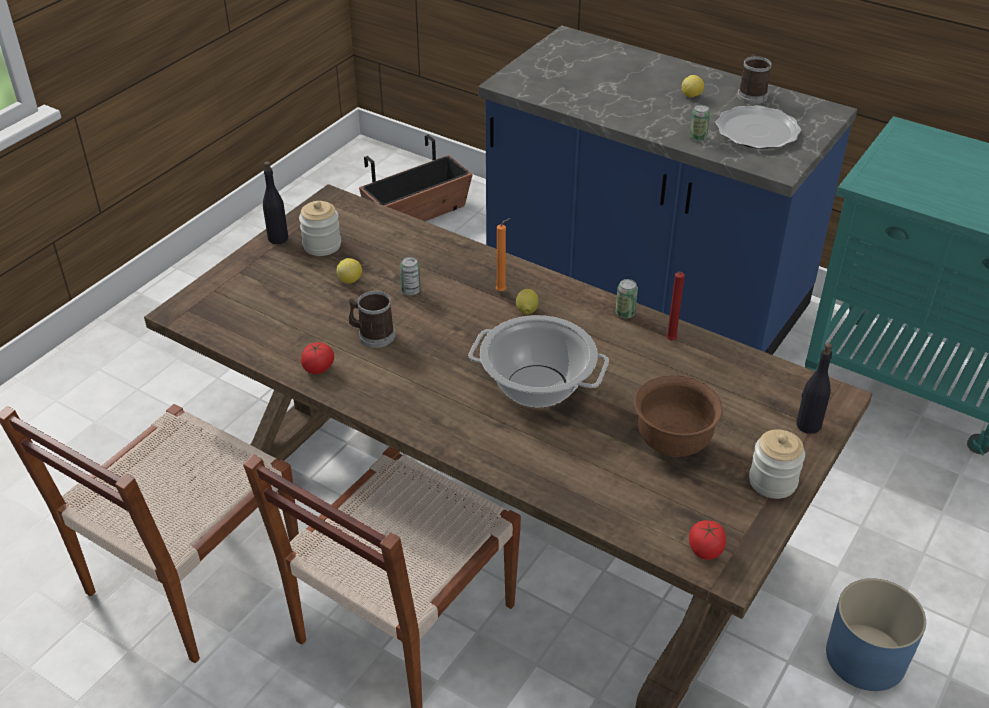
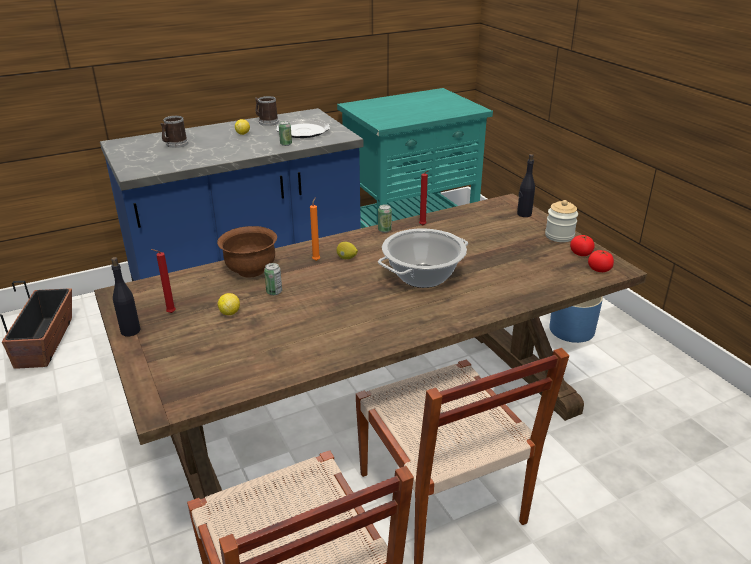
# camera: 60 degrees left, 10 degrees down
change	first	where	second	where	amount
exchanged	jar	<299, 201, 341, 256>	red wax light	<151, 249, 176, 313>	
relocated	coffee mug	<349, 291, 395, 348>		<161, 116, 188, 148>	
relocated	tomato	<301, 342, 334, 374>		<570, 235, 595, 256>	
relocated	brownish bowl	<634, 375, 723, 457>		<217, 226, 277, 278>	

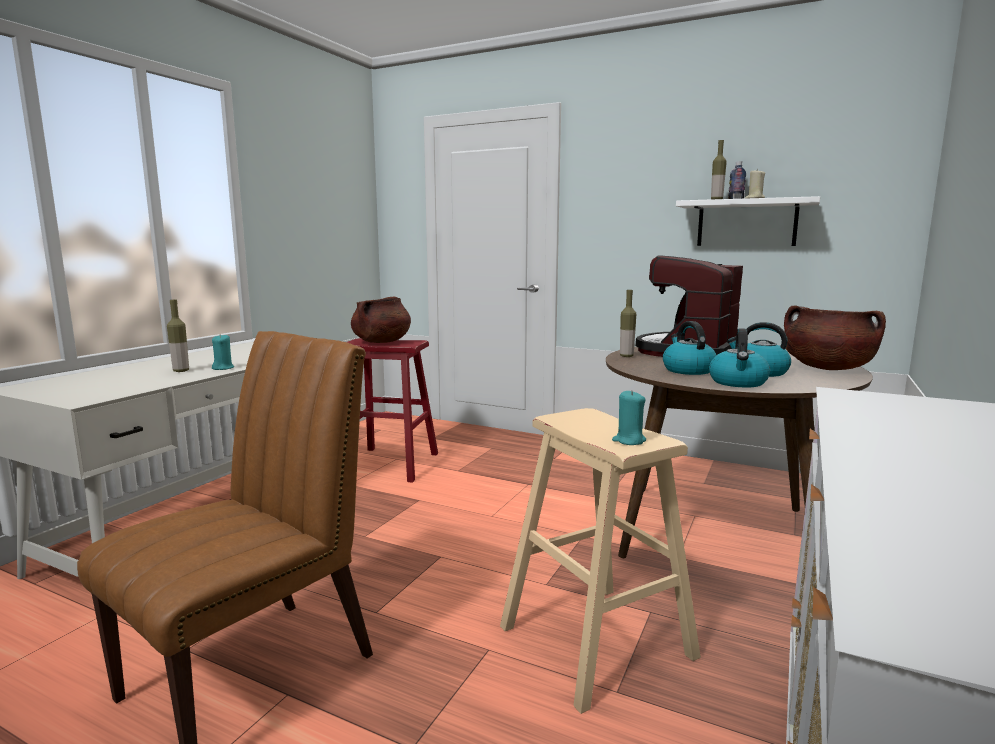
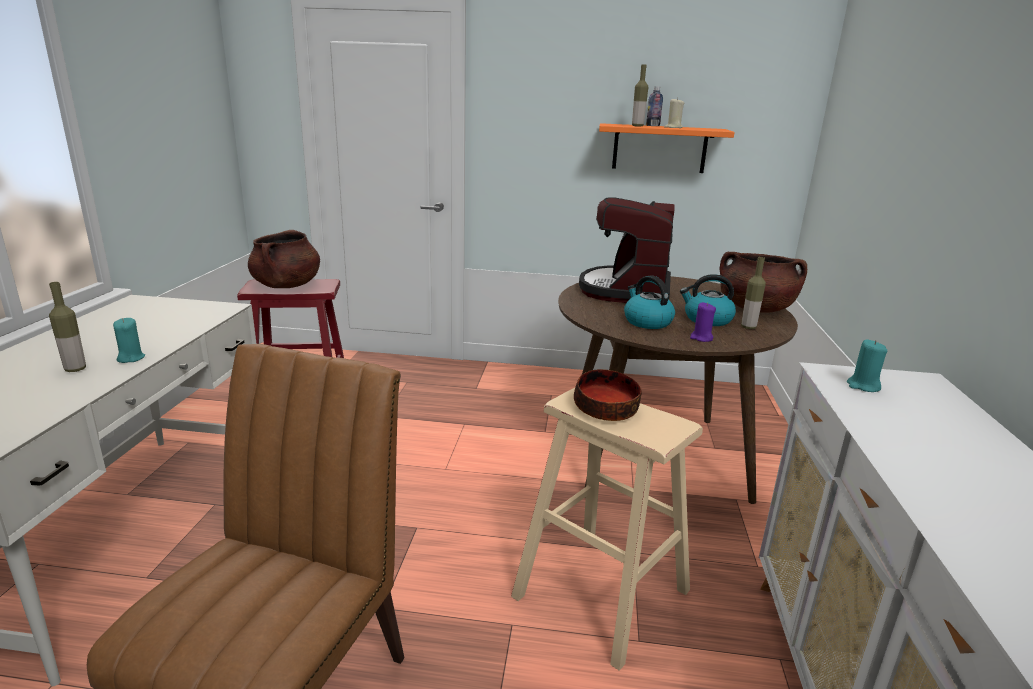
# camera: 20 degrees left, 10 degrees up
change	first	where	second	where	amount
colour	white wall shelf	<676, 196, 820, 246>	orange wall shelf	<599, 123, 735, 173>	
relocated	bottle	<620, 290, 636, 357>		<741, 257, 766, 329>	
exchanged	tea kettle	<709, 328, 770, 388>	purple wax light	<690, 302, 716, 342>	
relocated	turquoise-coloured wax light	<612, 390, 646, 445>		<847, 339, 887, 392>	
appeared			bowl	<574, 369, 642, 421>	

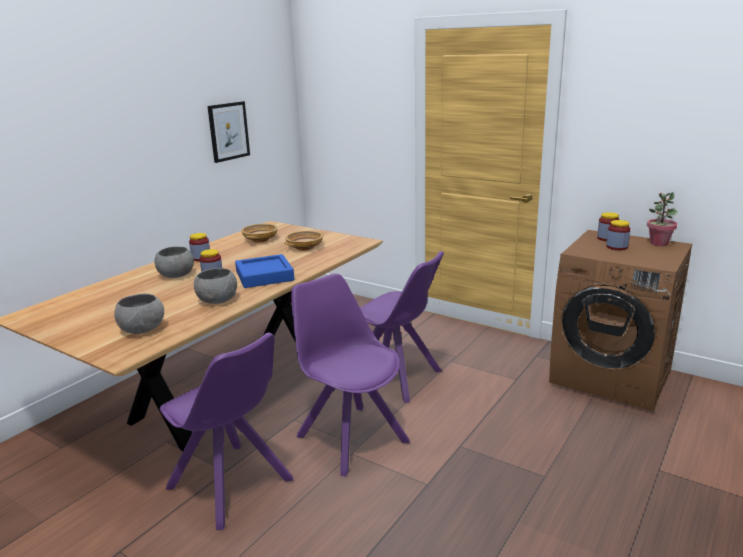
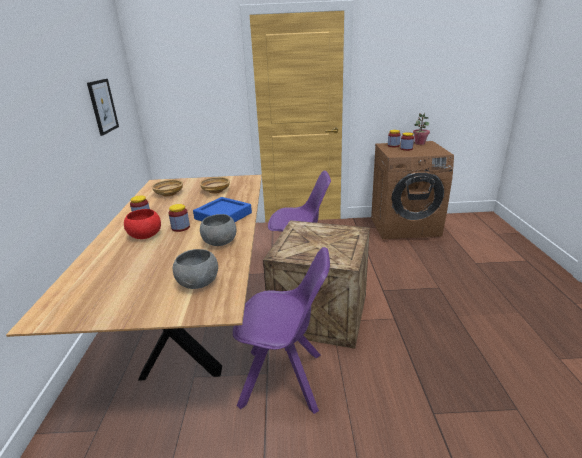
# camera: 35 degrees left, 5 degrees up
change	first	where	second	where	amount
colour	gray bowl	<155, 246, 194, 278>	red bowl	<124, 209, 161, 239>	
exchanged	purple plain chair	<291, 274, 410, 477>	shipping crate	<263, 220, 370, 349>	

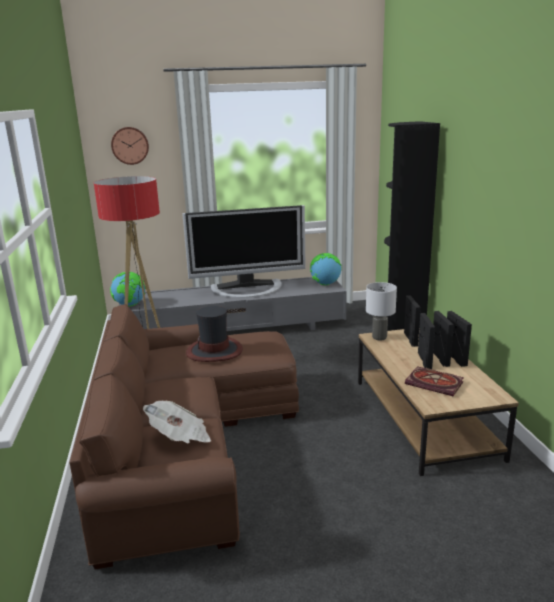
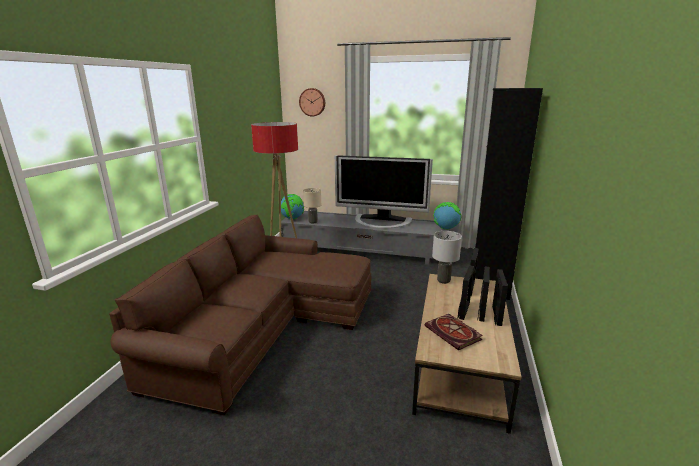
# camera: 25 degrees right, 0 degrees up
change	first	where	second	where	amount
missing	hat	<186, 306, 243, 362>			
missing	printed paper	<143, 401, 211, 443>			
appeared			sand-coloured table lamp	<303, 188, 321, 224>	

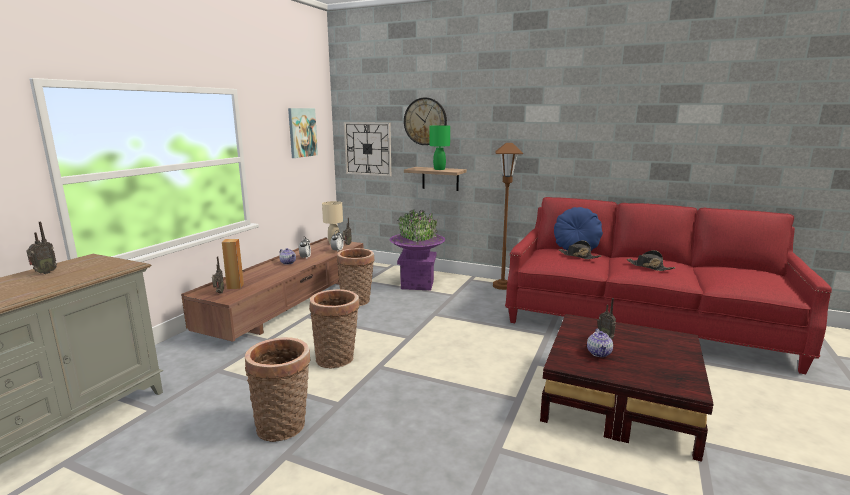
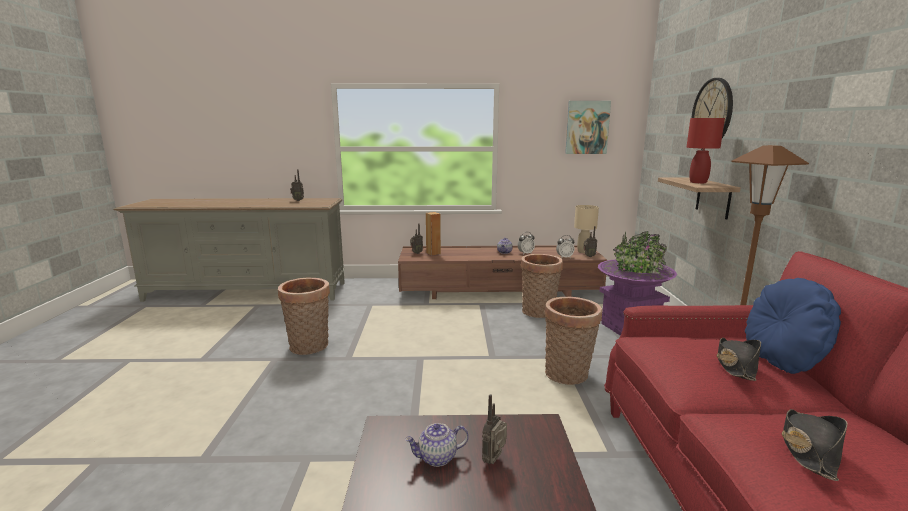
# camera: 65 degrees right, 0 degrees up
change	first	where	second	where	amount
missing	clock on the wall	<344, 122, 391, 176>			
colour	greenish table lamp	<429, 125, 450, 170>	red table lamp	<687, 118, 725, 184>	
relocated	storage basket	<309, 289, 359, 368>		<544, 297, 602, 385>	

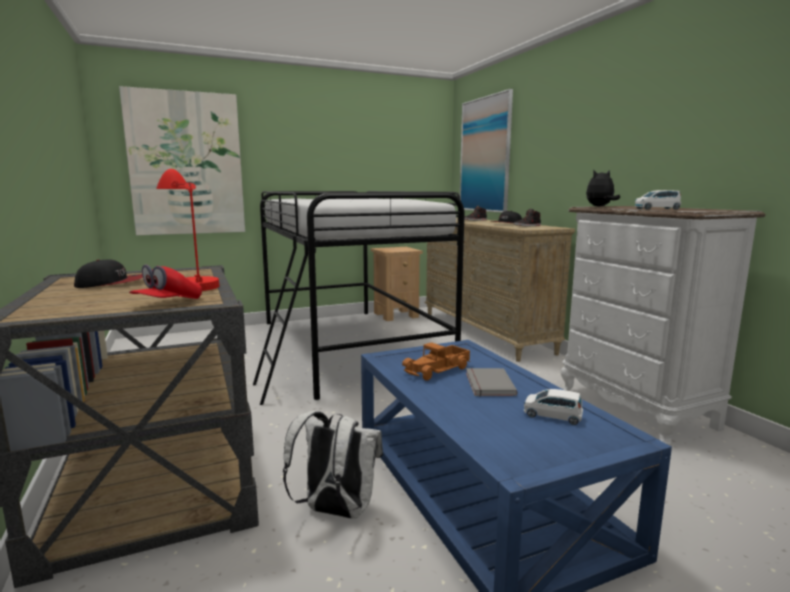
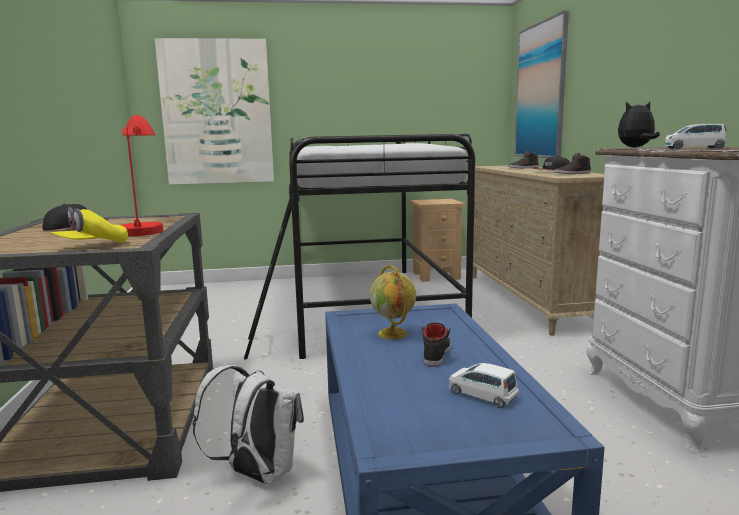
# camera: 15 degrees right, 0 degrees up
change	first	where	second	where	amount
colour	red peaked cap	<129, 264, 202, 299>	yellow-coloured peaked cap	<51, 207, 128, 243>	
exchanged	model truck	<402, 342, 470, 381>	globe	<370, 265, 416, 339>	
exchanged	gray book	<466, 368, 517, 396>	blackish item of footwear	<421, 323, 451, 366>	

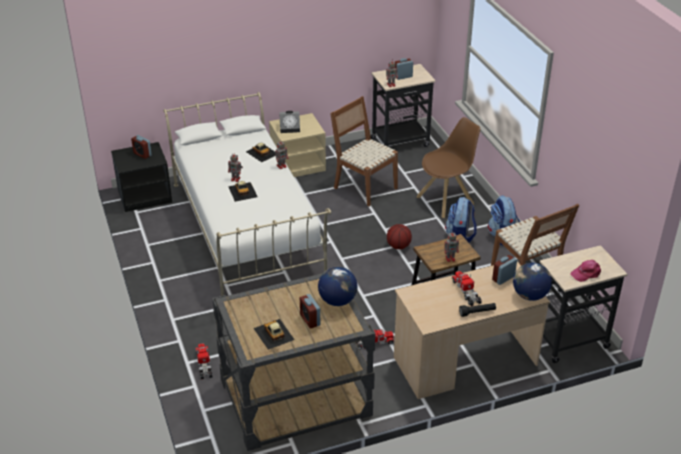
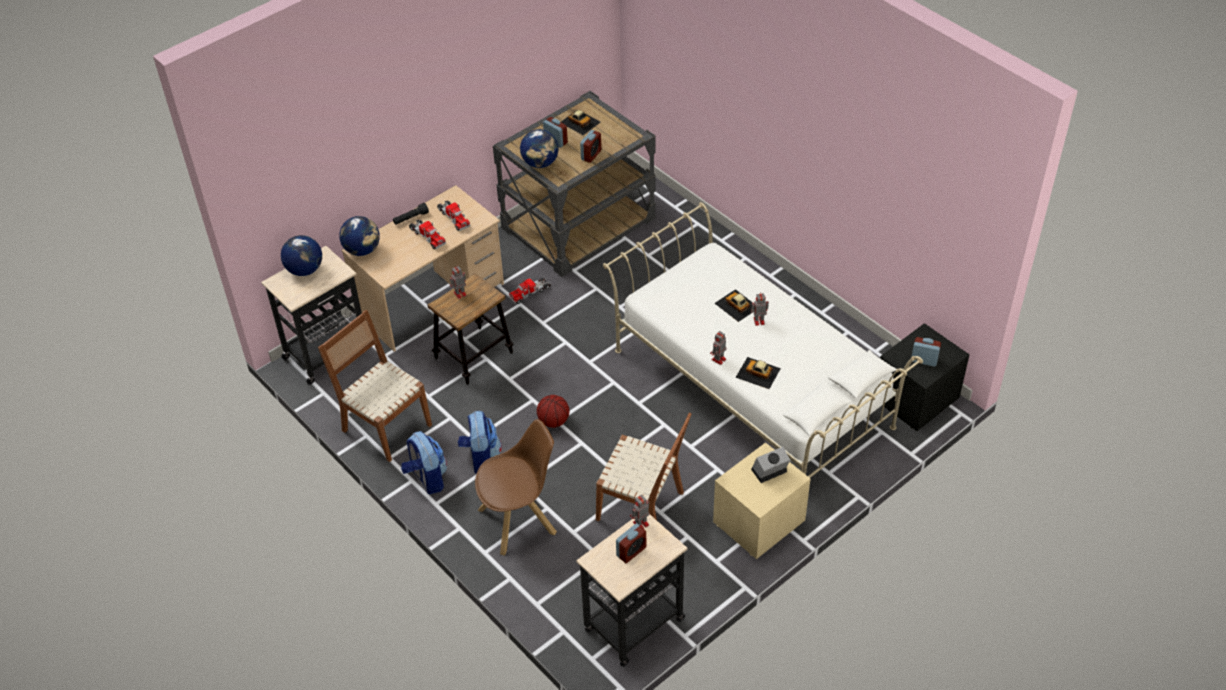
# camera: 160 degrees right, 10 degrees up
change	first	where	second	where	amount
spun	brownish plain chair	<416, 117, 480, 218>		<475, 419, 557, 556>	150 degrees counterclockwise
relocated	bedside clock	<492, 255, 517, 285>		<580, 130, 601, 163>	
exchanged	pink peaked cap	<570, 260, 601, 282>	globe	<281, 235, 322, 276>	
relocated	model truck	<196, 344, 213, 379>		<437, 201, 470, 231>	

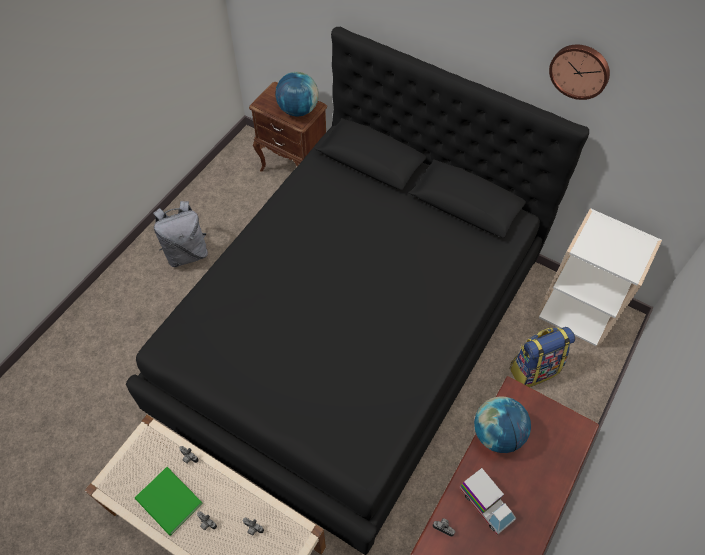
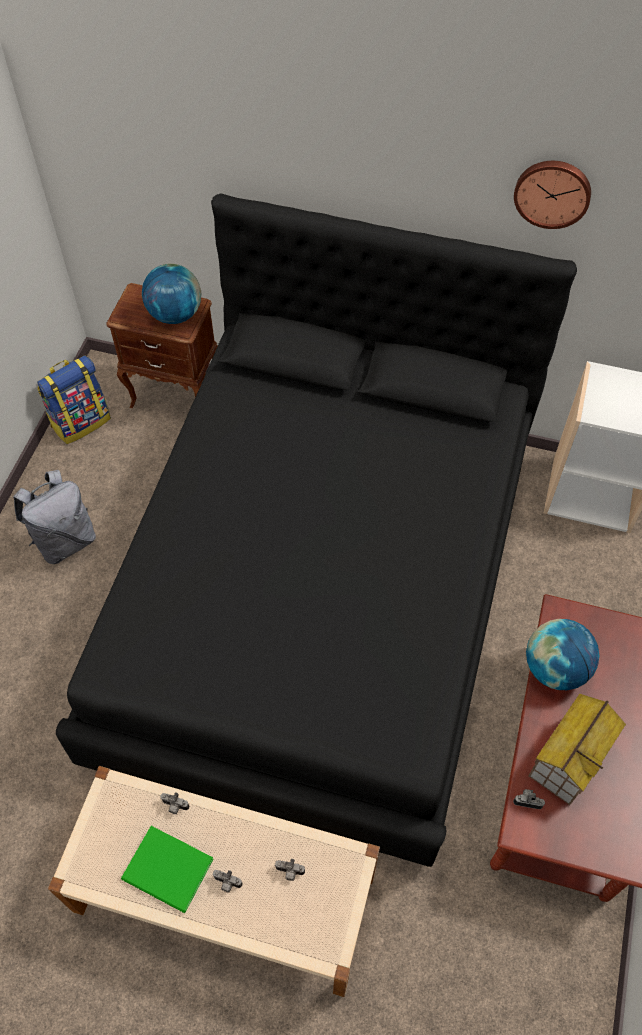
# camera: 15 degrees left, 0 degrees up
change	first	where	second	where	amount
relocated	knapsack	<510, 327, 575, 387>		<37, 355, 111, 444>	
exchanged	model truck	<459, 468, 516, 535>	model house	<529, 694, 626, 805>	

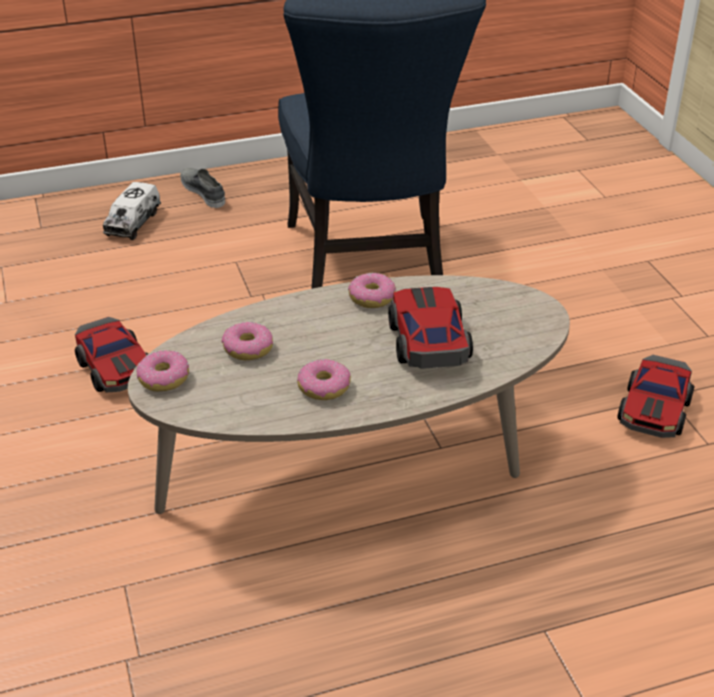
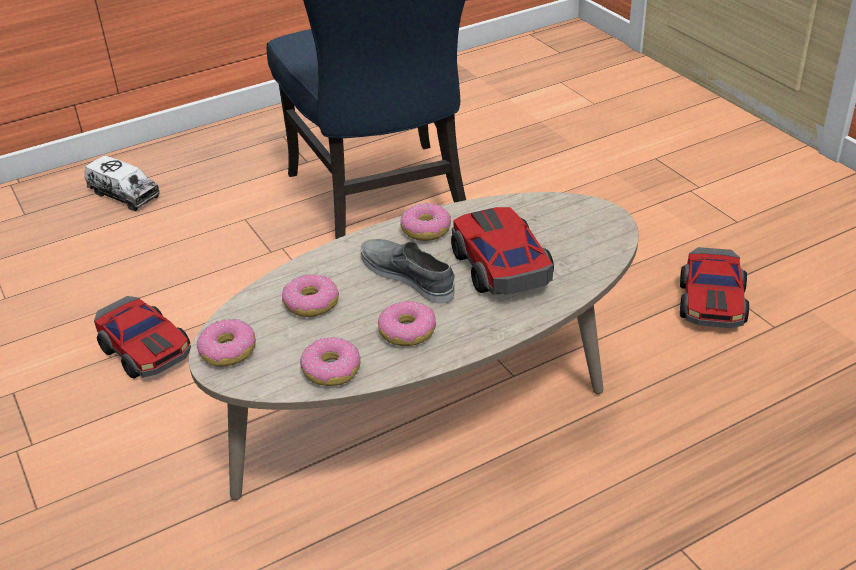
# camera: 10 degrees left, 0 degrees up
change	first	where	second	where	amount
relocated	gray item of footwear	<180, 168, 225, 208>		<361, 239, 455, 303>	
spun	model truck	<103, 182, 161, 240>		<85, 155, 160, 211>	60 degrees counterclockwise
appeared			donut	<300, 337, 361, 386>	

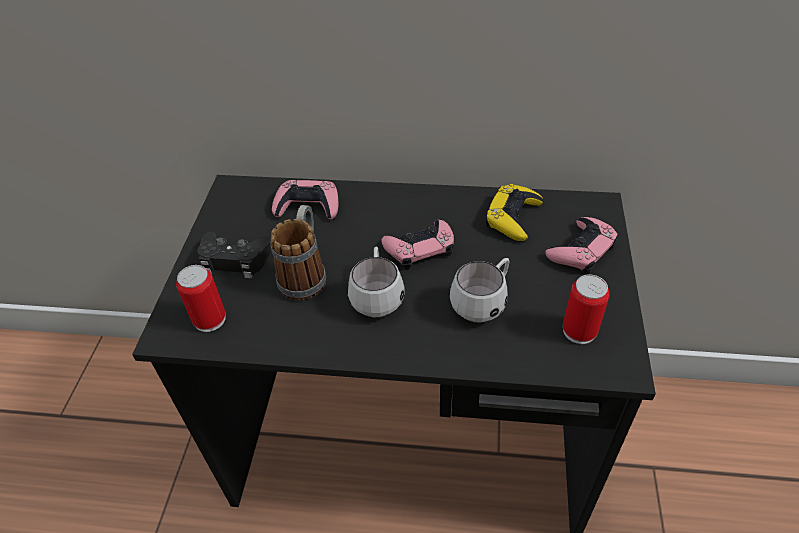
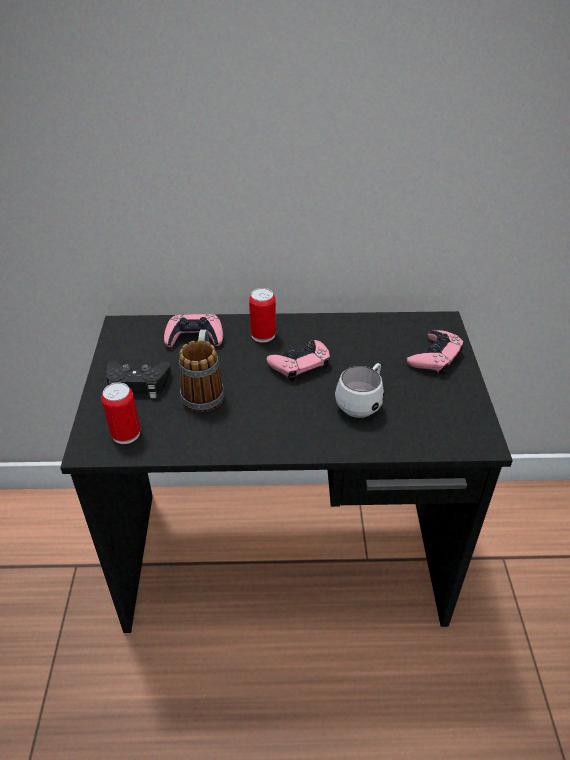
# camera: 10 degrees left, 5 degrees down
change	first	where	second	where	amount
missing	yellow-coloured joypad	<486, 184, 544, 241>			
missing	white coffee mug	<348, 247, 405, 317>			
relocated	metal can	<563, 274, 610, 344>		<249, 288, 276, 343>	

